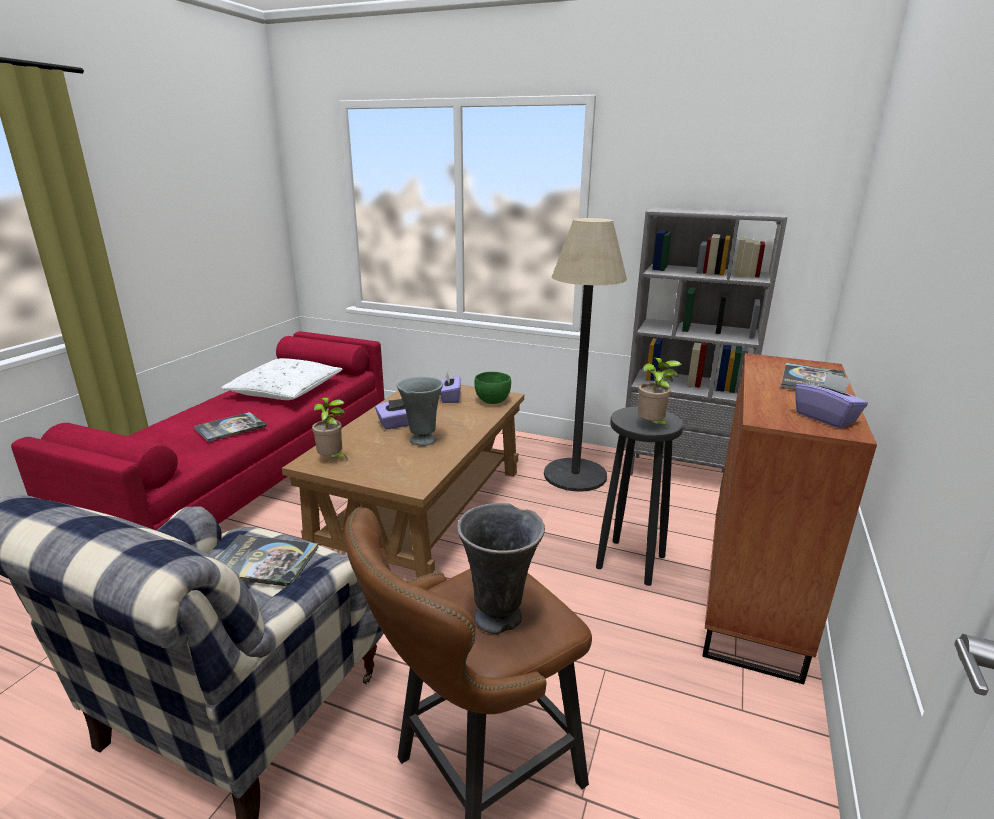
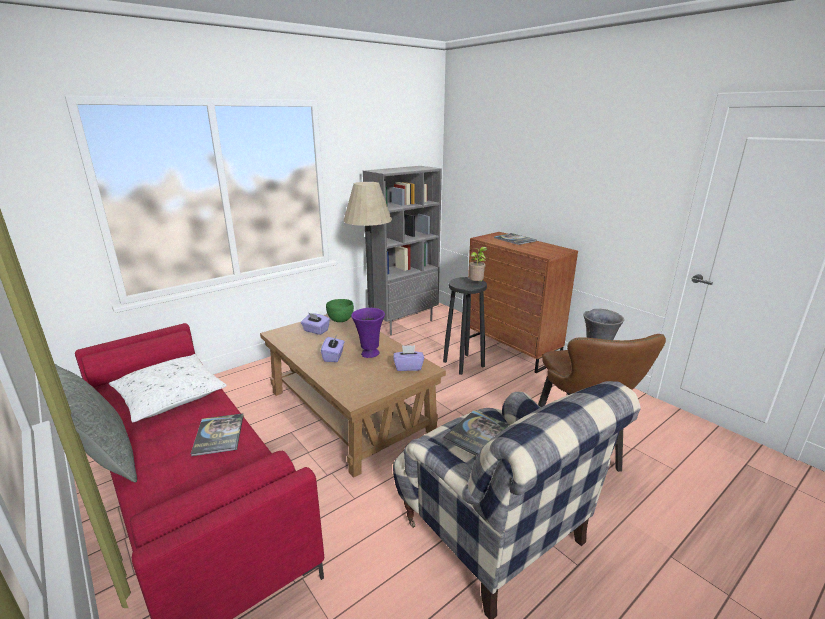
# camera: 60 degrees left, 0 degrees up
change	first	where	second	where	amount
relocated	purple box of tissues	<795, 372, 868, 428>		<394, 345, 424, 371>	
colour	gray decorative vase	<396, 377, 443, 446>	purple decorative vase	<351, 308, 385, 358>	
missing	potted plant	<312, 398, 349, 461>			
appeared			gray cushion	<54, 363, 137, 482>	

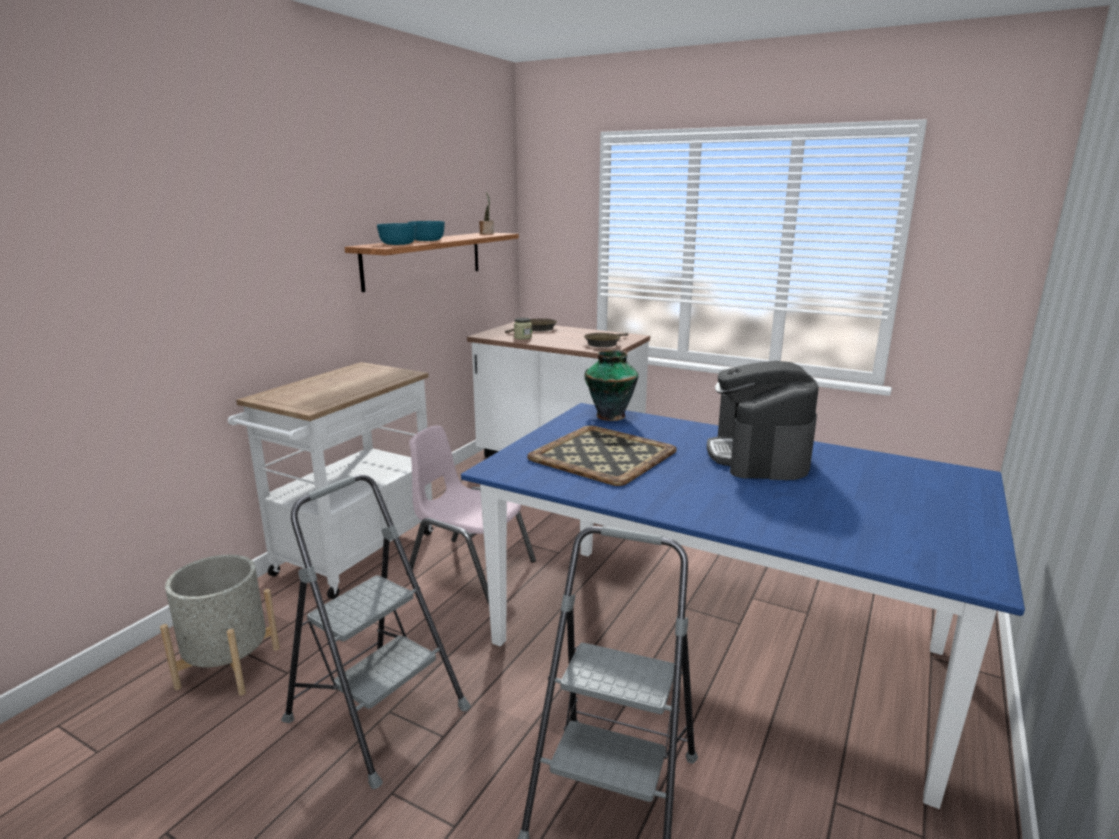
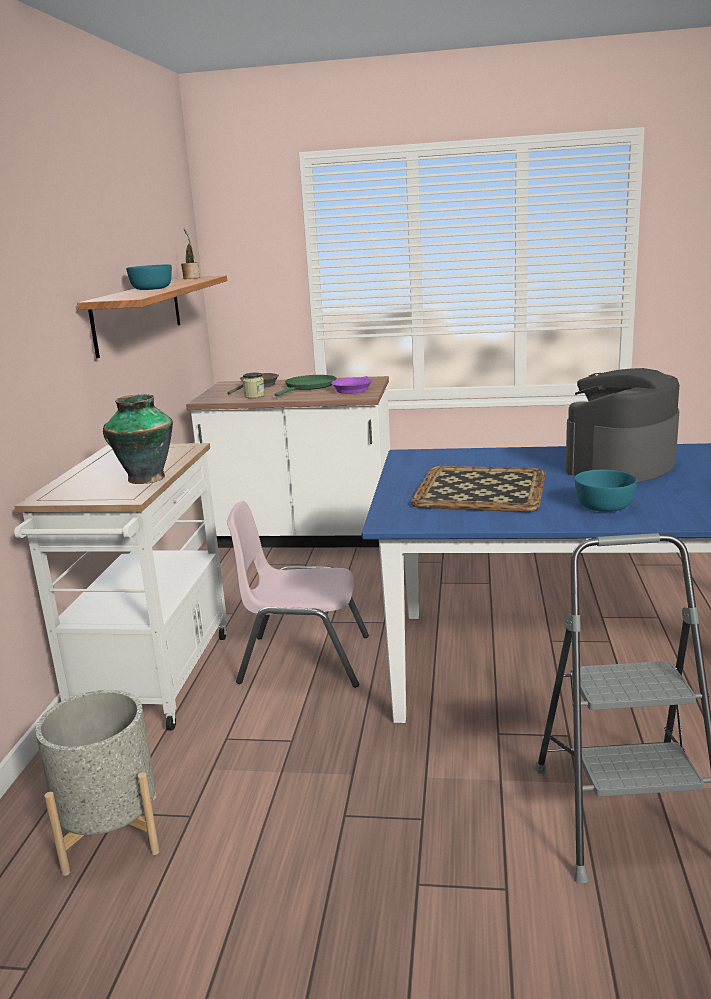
# camera: 20 degrees left, 0 degrees up
change	first	where	second	where	amount
relocated	turquoise-coloured bowl	<377, 223, 417, 245>		<575, 470, 637, 512>	
colour	brownish frying pan	<584, 333, 628, 347>	purple frying pan	<331, 376, 373, 394>	
relocated	decorative vase	<584, 350, 639, 421>		<103, 394, 173, 484>	
spun	coffee maker	<707, 361, 819, 480>		<565, 368, 679, 482>	60 degrees clockwise
missing	gray step stool	<281, 474, 471, 789>			
appeared			greenish frying pan	<274, 375, 336, 396>	

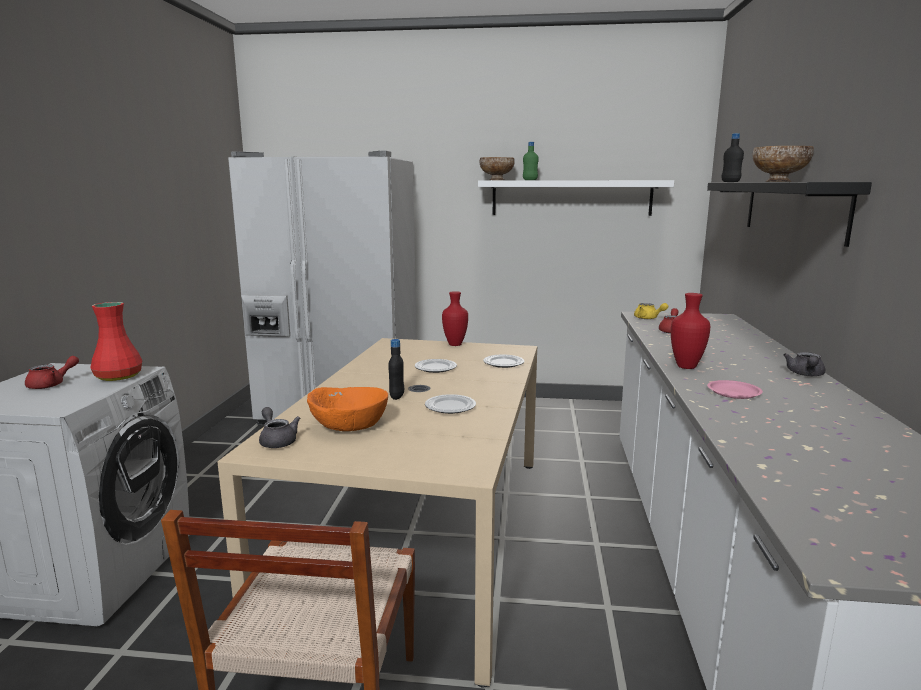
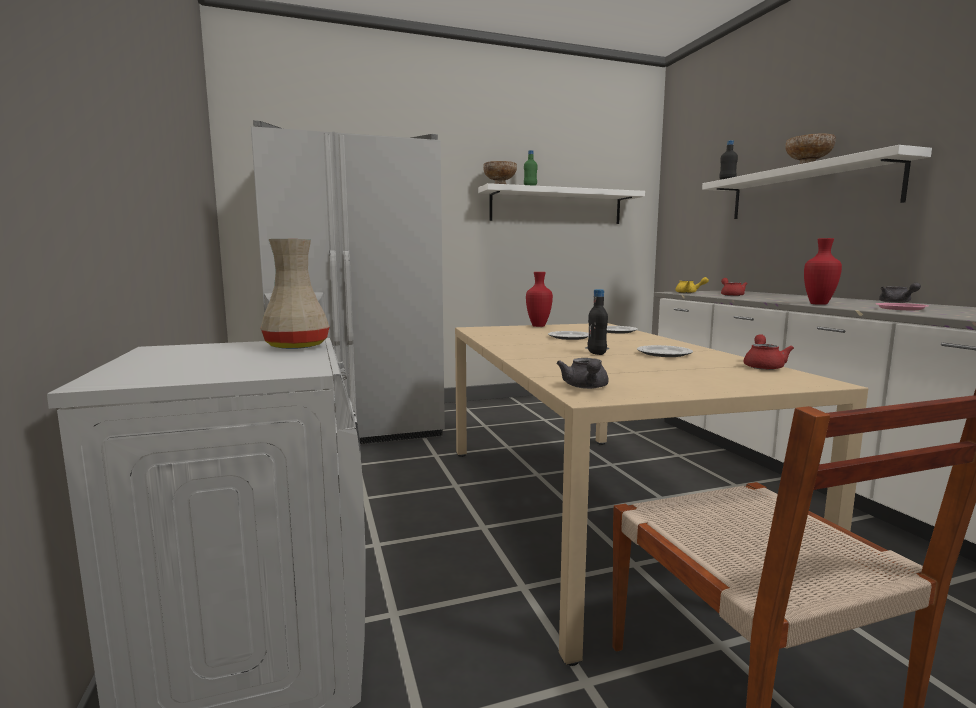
# camera: 25 degrees left, 5 degrees down
change	first	where	second	where	amount
colour	blackish wall shelf	<707, 182, 872, 247>	white wall shelf	<702, 145, 932, 219>	
colour	red decorative vase	<90, 302, 142, 381>	sand-coloured decorative vase	<261, 239, 330, 349>	
relocated	red pot for tea	<25, 356, 79, 389>		<744, 334, 794, 370>	
missing	orange bowl	<307, 387, 388, 431>			
spun	gray pot for tea	<259, 407, 300, 448>		<556, 358, 609, 389>	120 degrees counterclockwise

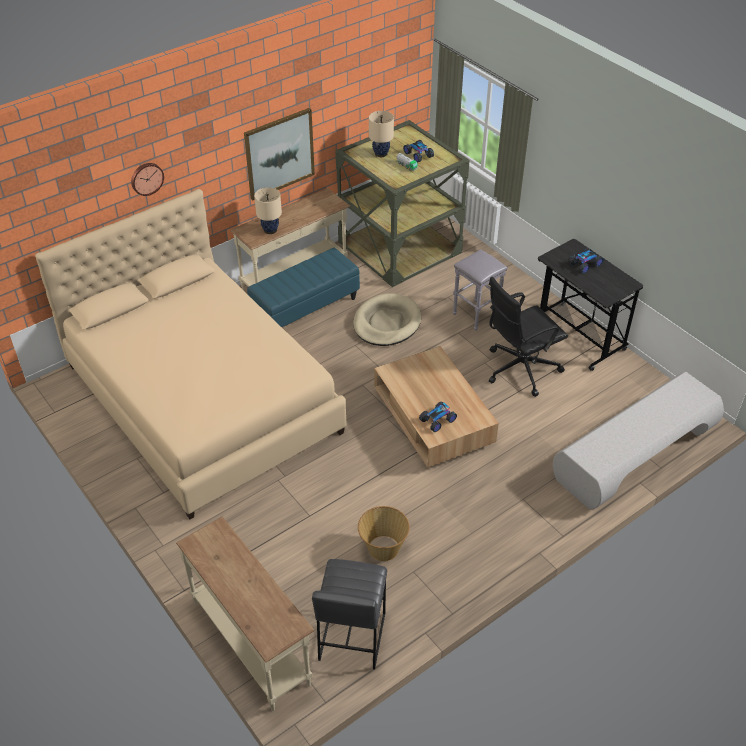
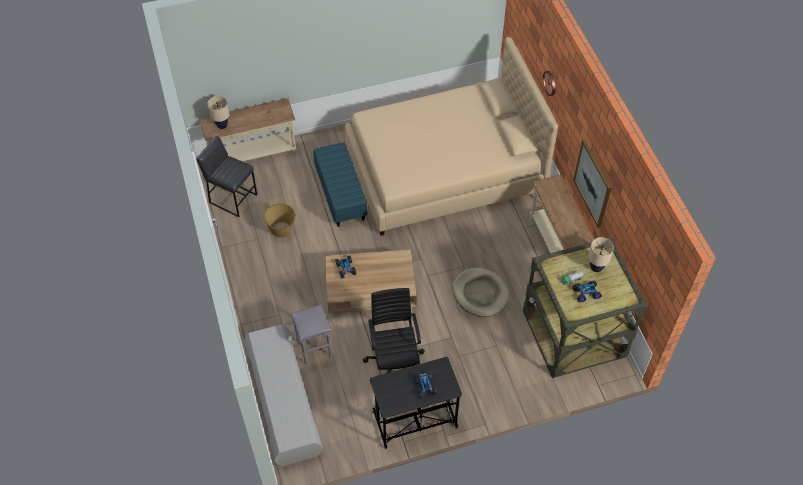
# camera: 110 degrees right, 10 degrees up
change	first	where	second	where	amount
relocated	sand-coloured table lamp	<254, 187, 282, 234>		<207, 96, 230, 129>	
relocated	bluish pouffe	<247, 248, 360, 327>		<313, 142, 368, 227>	
relocated	gray sitting stool	<453, 250, 508, 331>		<291, 304, 332, 365>	

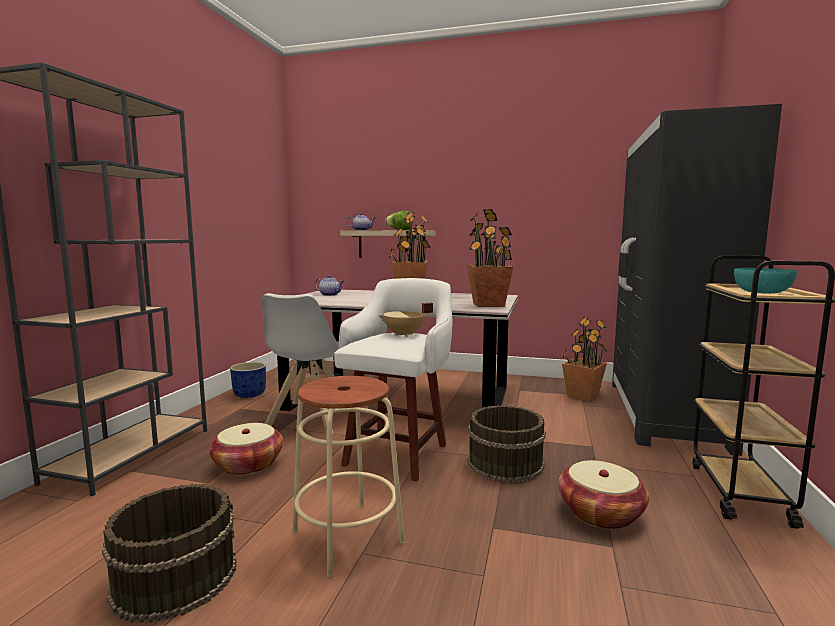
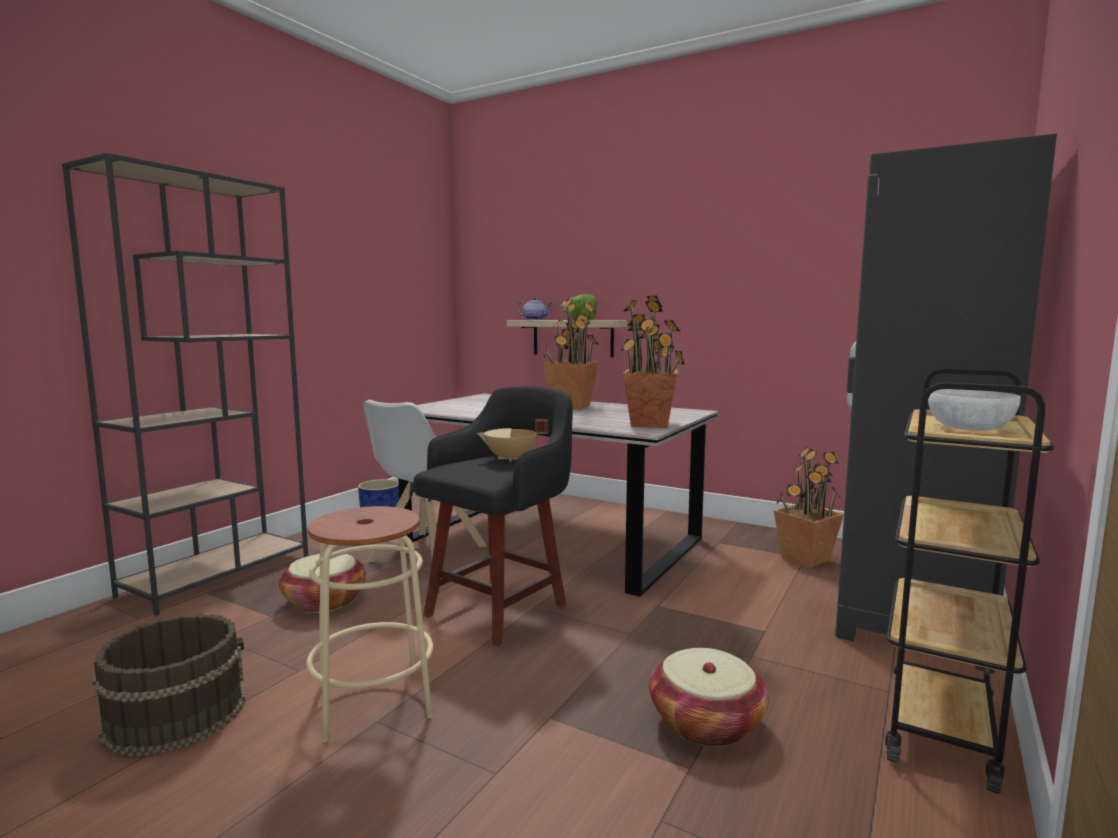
# camera: 15 degrees right, 0 degrees up
change	first	where	second	where	amount
colour	turquoise-coloured bowl	<734, 268, 797, 294>	white bowl	<928, 389, 1021, 431>	
missing	pot for tea	<315, 275, 344, 296>			
colour	white sitting stool	<334, 278, 453, 481>	blackish sitting stool	<414, 386, 573, 646>	
missing	brownish water bucket	<468, 405, 546, 483>			

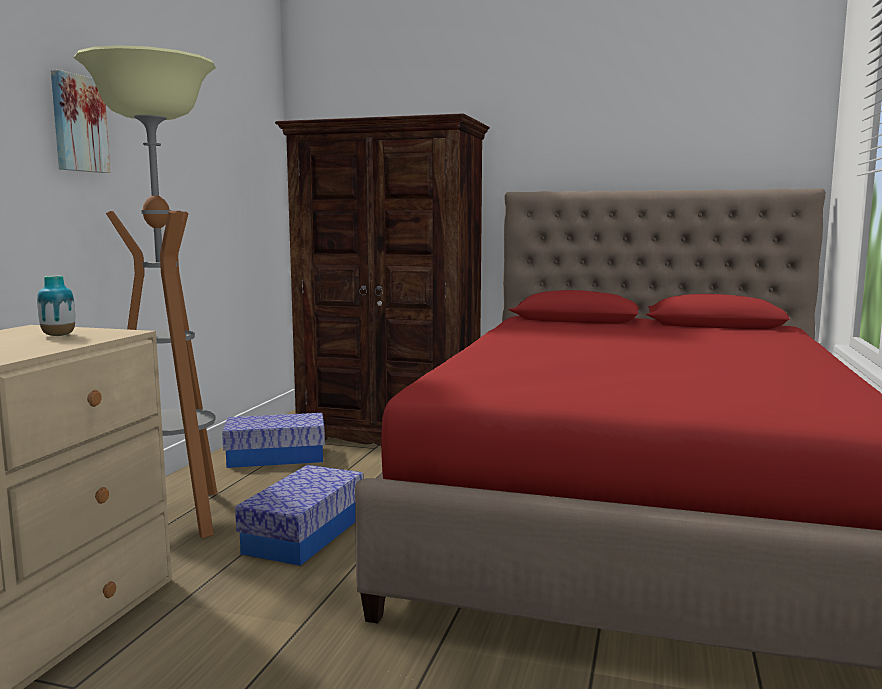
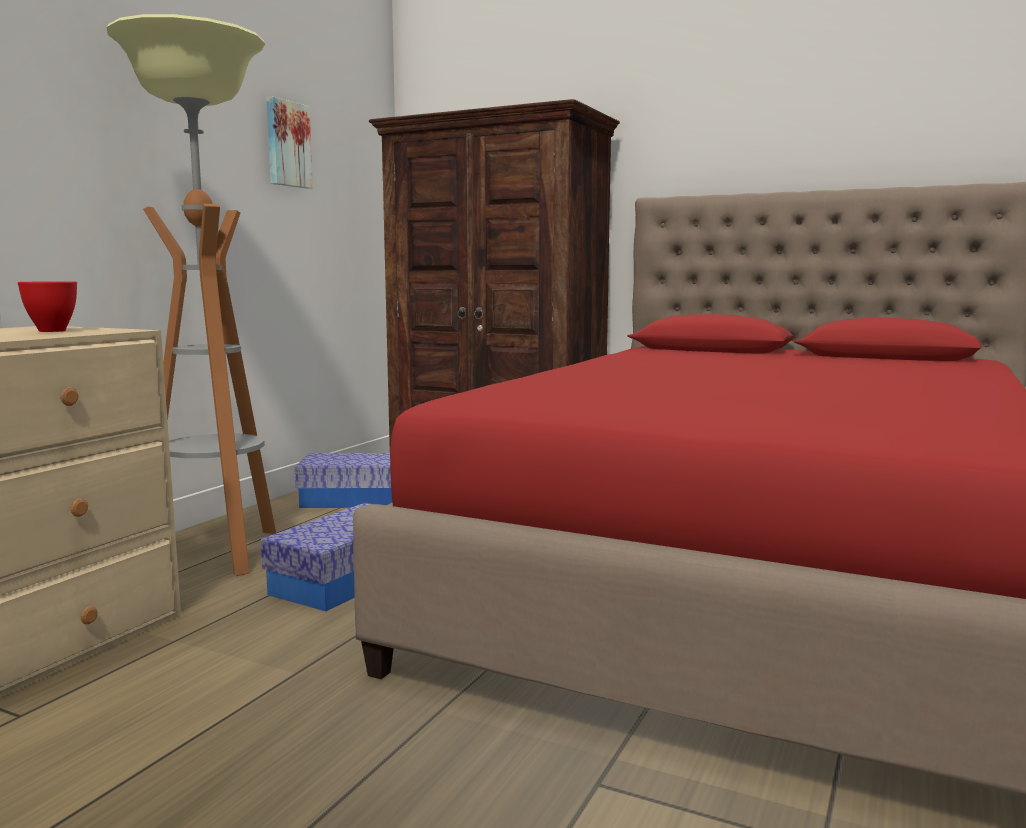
# camera: 10 degrees right, 0 degrees up
change	first	where	second	where	amount
relocated	picture	<51, 70, 111, 173>		<266, 96, 313, 189>	
exchanged	decorative vase	<37, 276, 75, 336>	red bowl	<18, 281, 77, 332>	

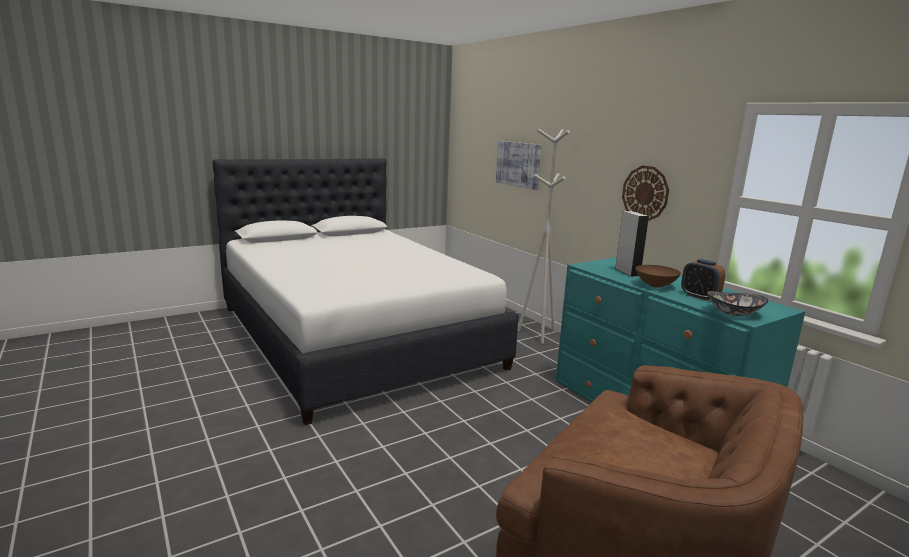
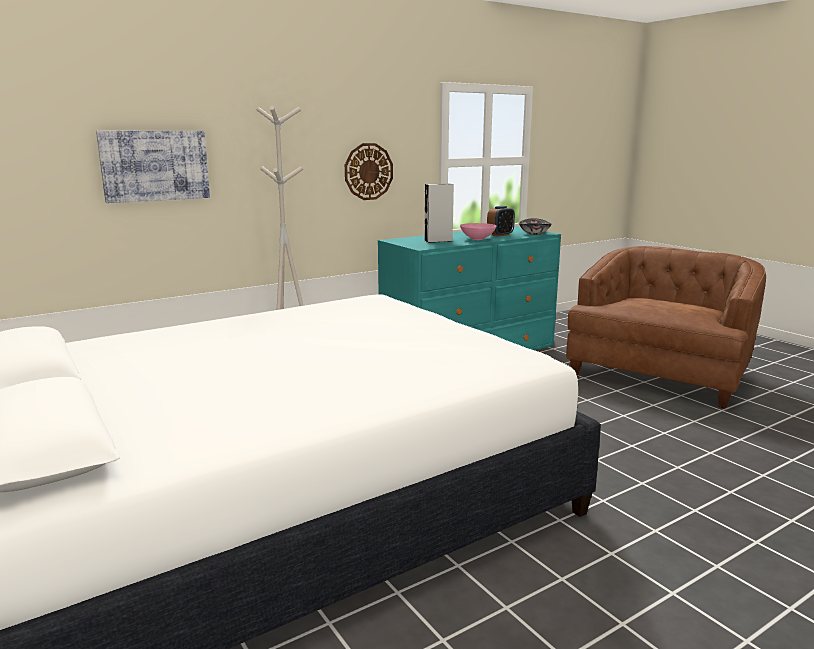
# camera: 90 degrees left, 0 degrees up
change	first	where	second	where	amount
colour	brownish bowl	<636, 265, 681, 288>	pink bowl	<460, 223, 496, 240>	

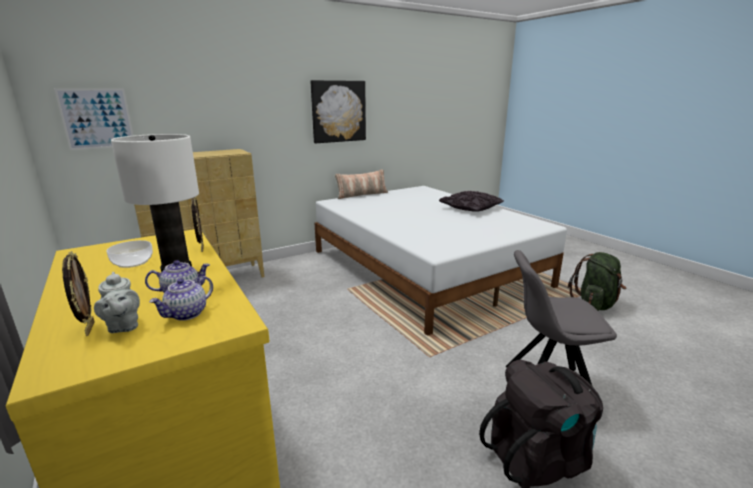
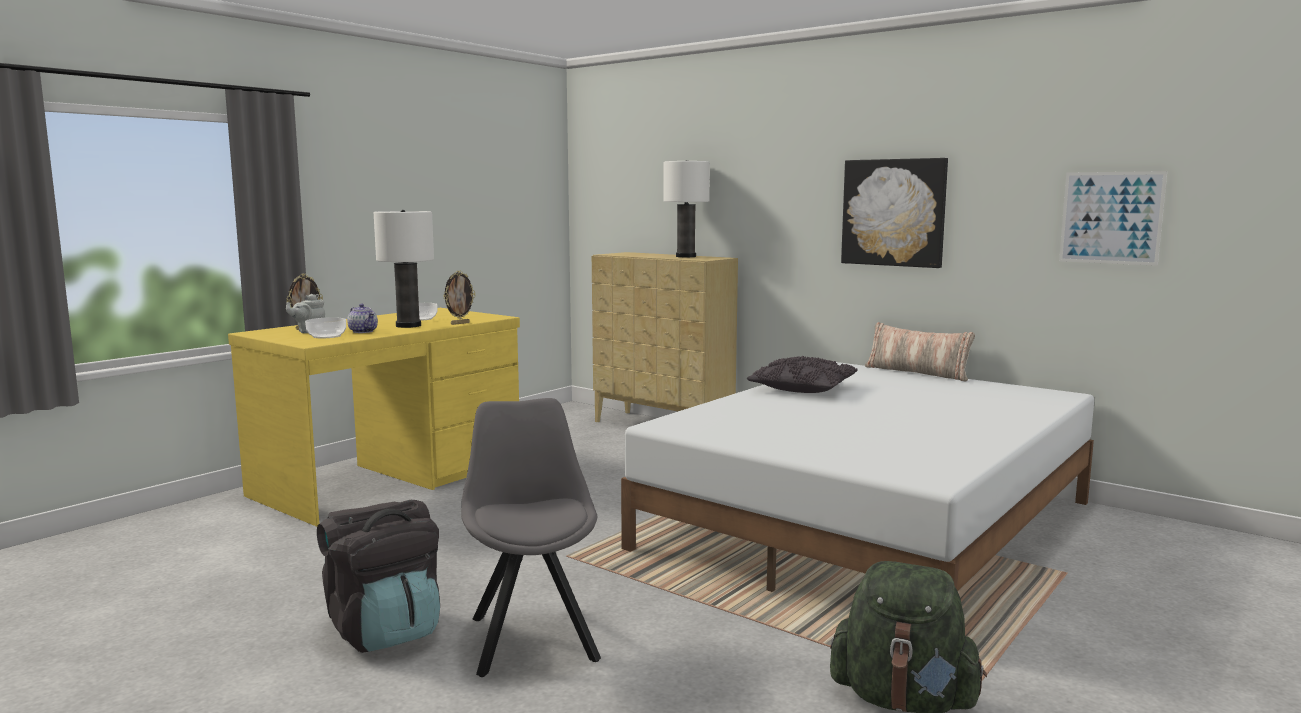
# camera: 70 degrees right, 10 degrees down
change	first	where	second	where	amount
relocated	picture	<54, 89, 134, 150>		<1059, 171, 1167, 266>	
relocated	blackish cushion	<439, 191, 504, 212>		<747, 356, 858, 393>	
exchanged	pot for tea	<149, 276, 213, 321>	bowl	<305, 317, 346, 338>	
appeared			white table lamp	<663, 160, 710, 257>	

